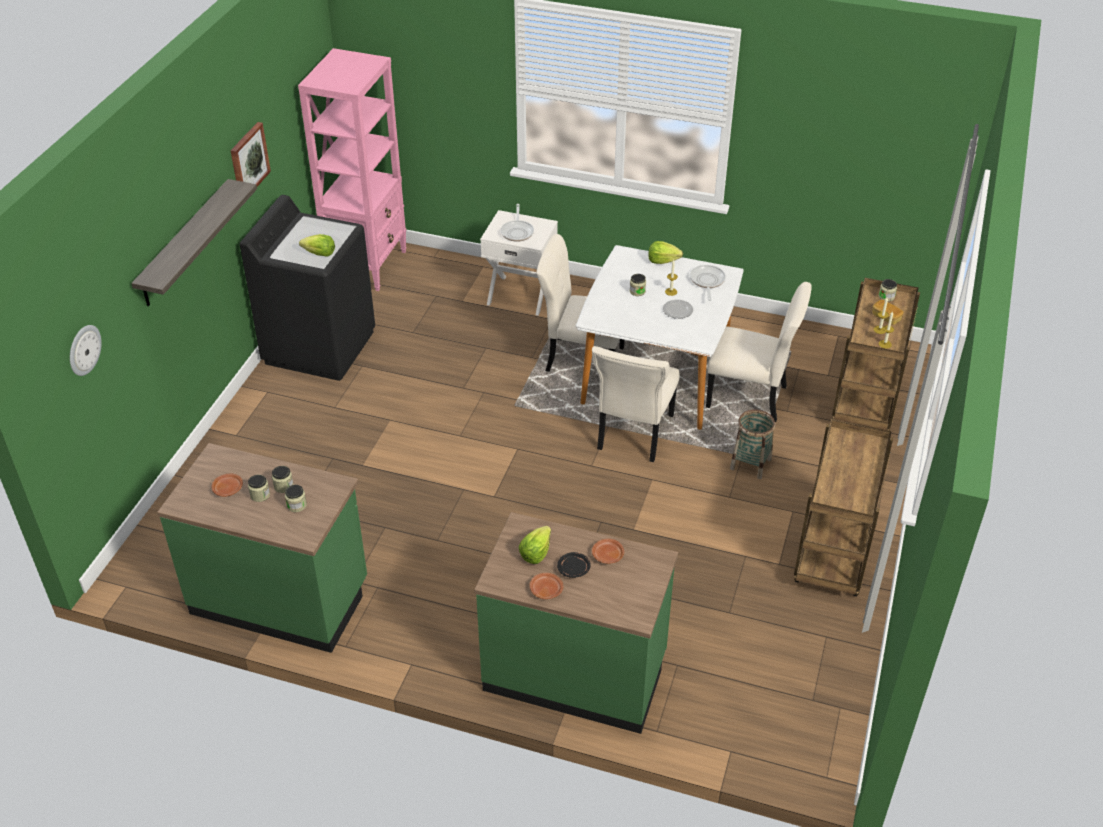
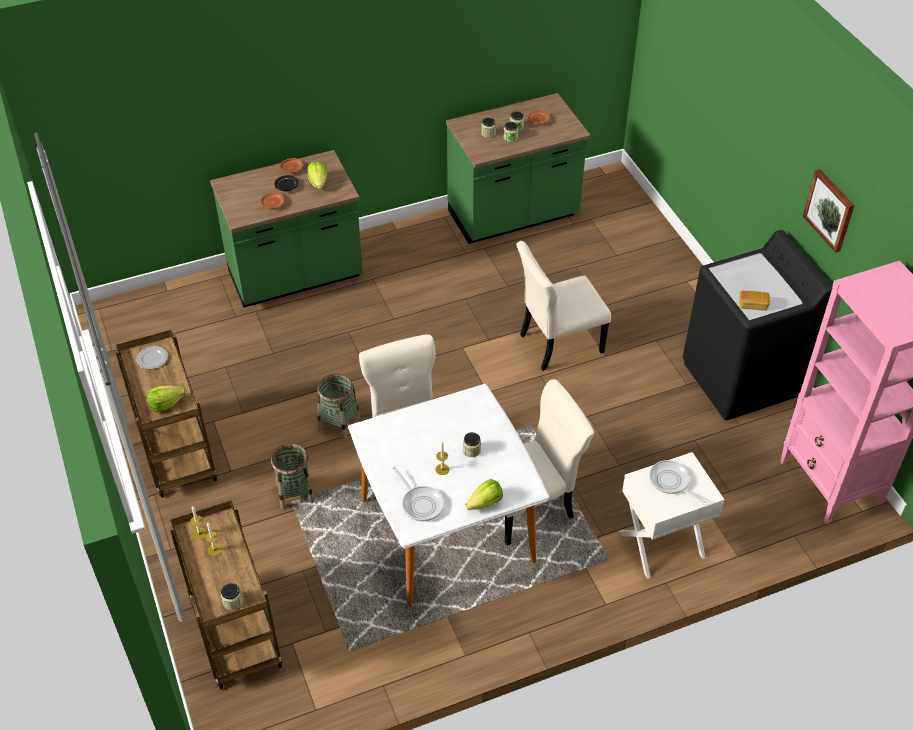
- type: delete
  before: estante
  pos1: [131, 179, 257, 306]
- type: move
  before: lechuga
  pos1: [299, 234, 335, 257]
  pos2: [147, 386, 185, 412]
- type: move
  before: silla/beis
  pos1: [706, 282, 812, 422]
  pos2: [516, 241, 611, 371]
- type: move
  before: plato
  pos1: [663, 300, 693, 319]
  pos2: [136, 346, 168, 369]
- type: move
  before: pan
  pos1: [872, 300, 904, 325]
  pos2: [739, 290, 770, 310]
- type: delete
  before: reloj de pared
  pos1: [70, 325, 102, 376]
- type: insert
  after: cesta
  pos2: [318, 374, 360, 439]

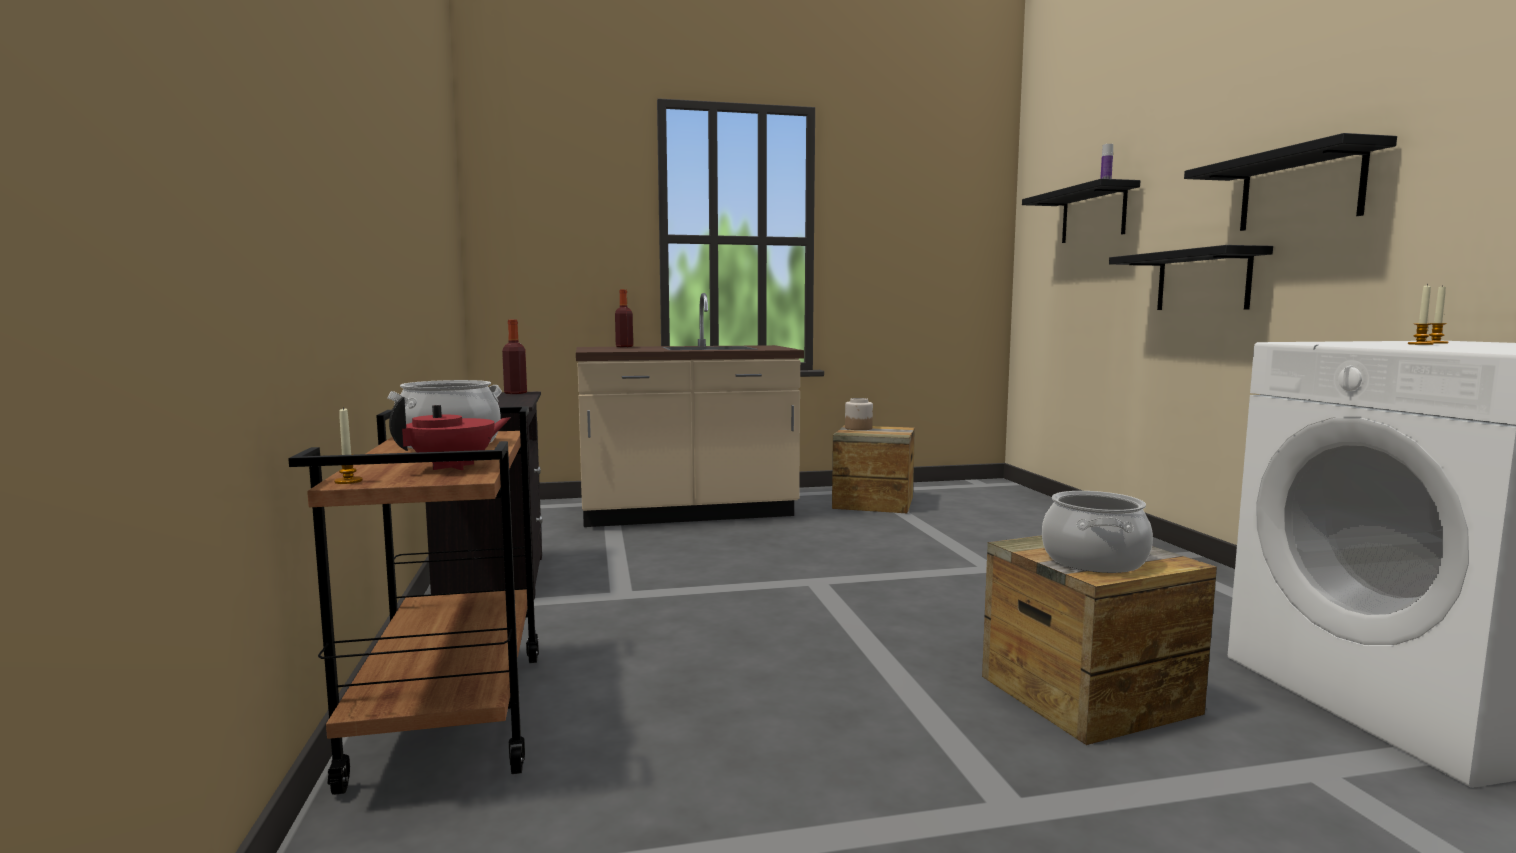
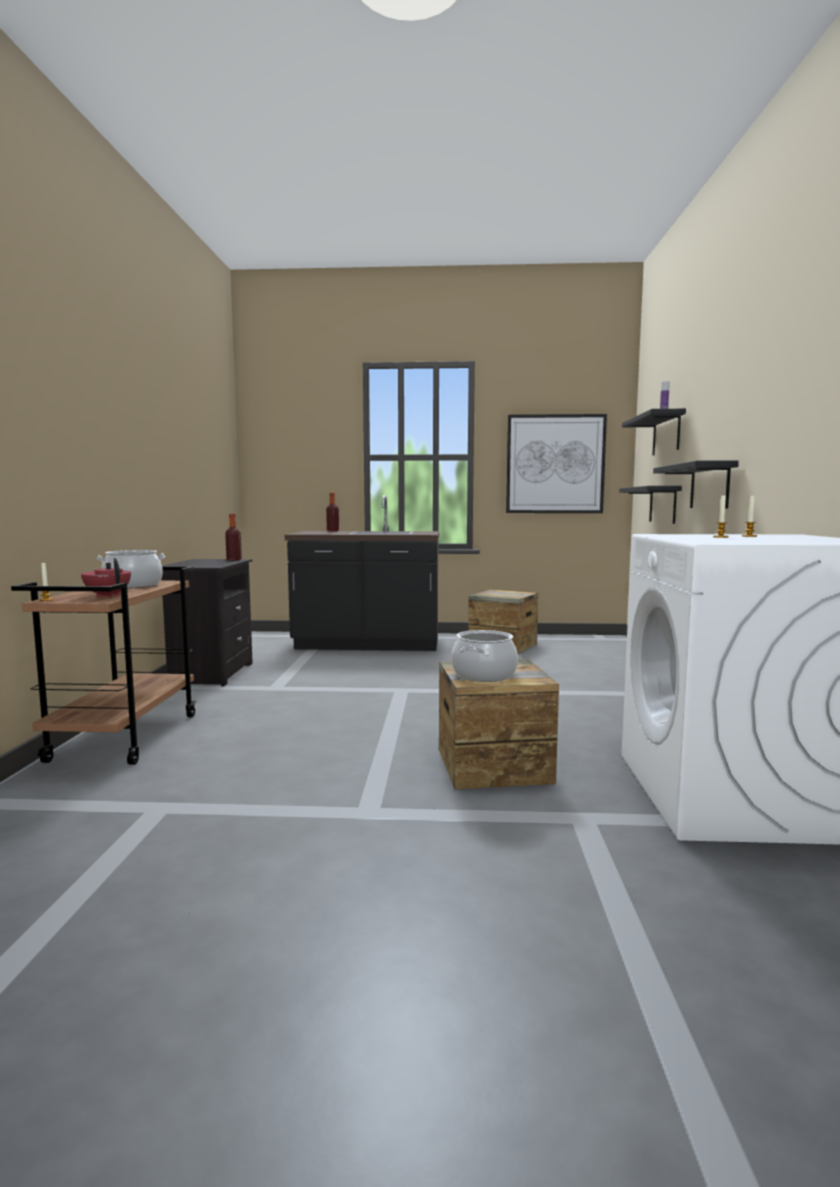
- type: move
  before: estante/negro
  pos1: [1184, 133, 1397, 231]
  pos2: [619, 486, 682, 524]
- type: recolor
  before: mueble bajo de cocina/beis
  after: mueble bajo de cocina/negro
  pos1: [576, 293, 804, 527]
  pos2: [285, 495, 440, 651]
- type: rotate
  before: tetera/rojo
  pos1: [389, 397, 510, 470]
  pos2: [81, 558, 131, 598]
  turn: -105
- type: delete
  before: tarro
  pos1: [845, 398, 873, 430]
- type: insert
  after: cuadro
  pos2: [506, 414, 607, 513]

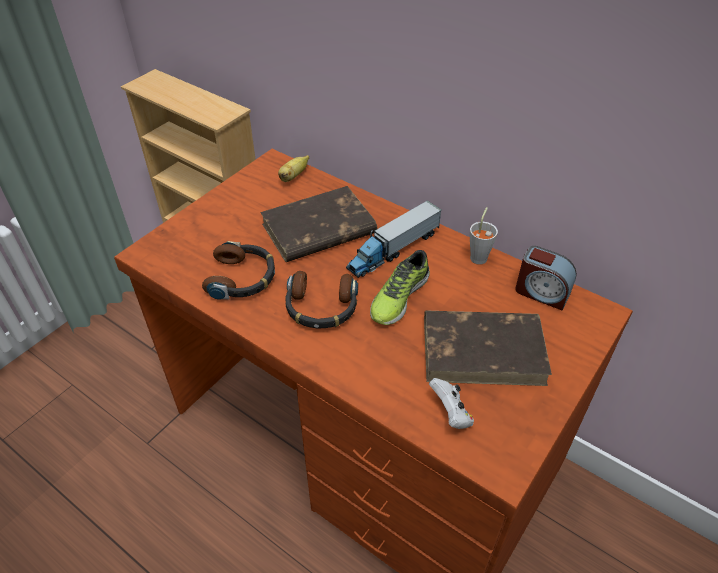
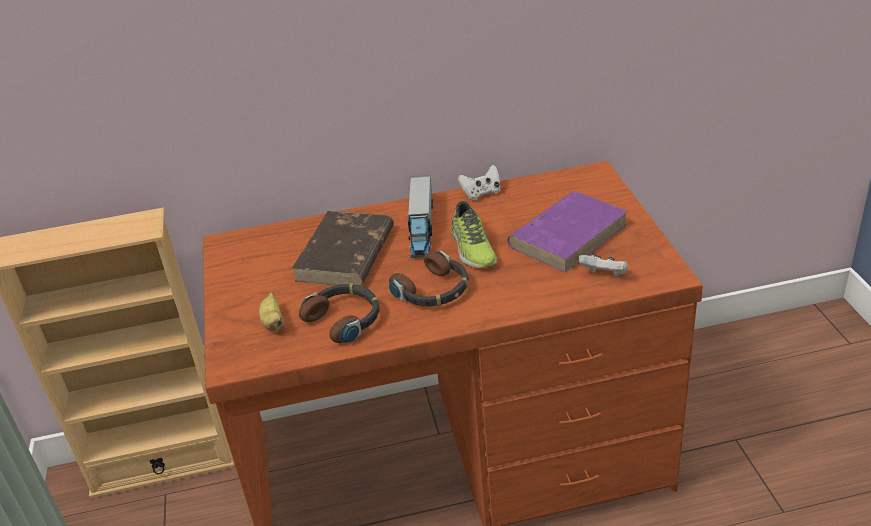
- type: move
  before: plátano
  pos1: [278, 155, 309, 182]
  pos2: [259, 292, 284, 332]
- type: replace
  before: taza/gris
  after: mando de consola/blanco
  pos1: [470, 207, 498, 265]
  pos2: [458, 165, 500, 200]
- type: delete
  before: despertador
  pos1: [515, 246, 577, 310]
- type: recolor
  before: libro/marrón
  after: libro/morado
  pos1: [424, 310, 552, 386]
  pos2: [507, 191, 628, 273]

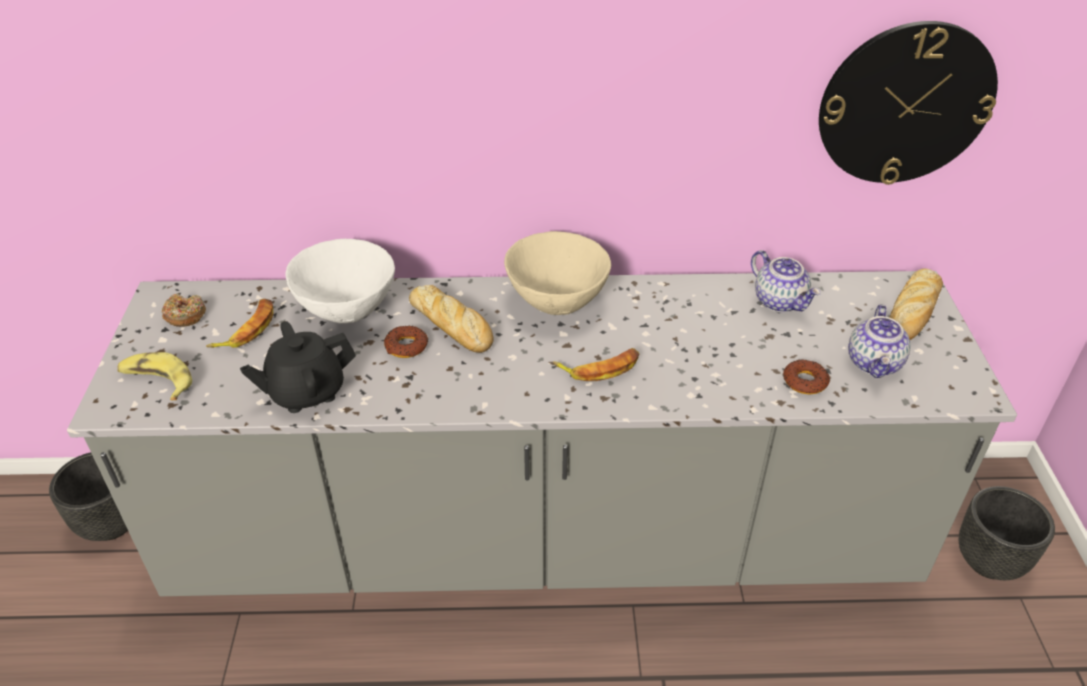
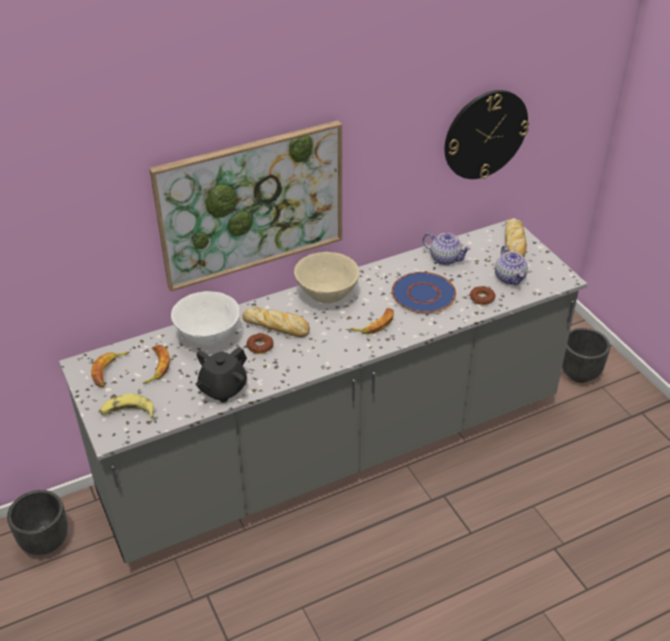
- type: replace
  before: rosquilla
  after: plátano
  pos1: [161, 293, 206, 327]
  pos2: [91, 352, 130, 387]
- type: insert
  after: cuadro
  pos2: [149, 120, 342, 292]
- type: insert
  after: plato/azul
  pos2: [392, 272, 456, 313]

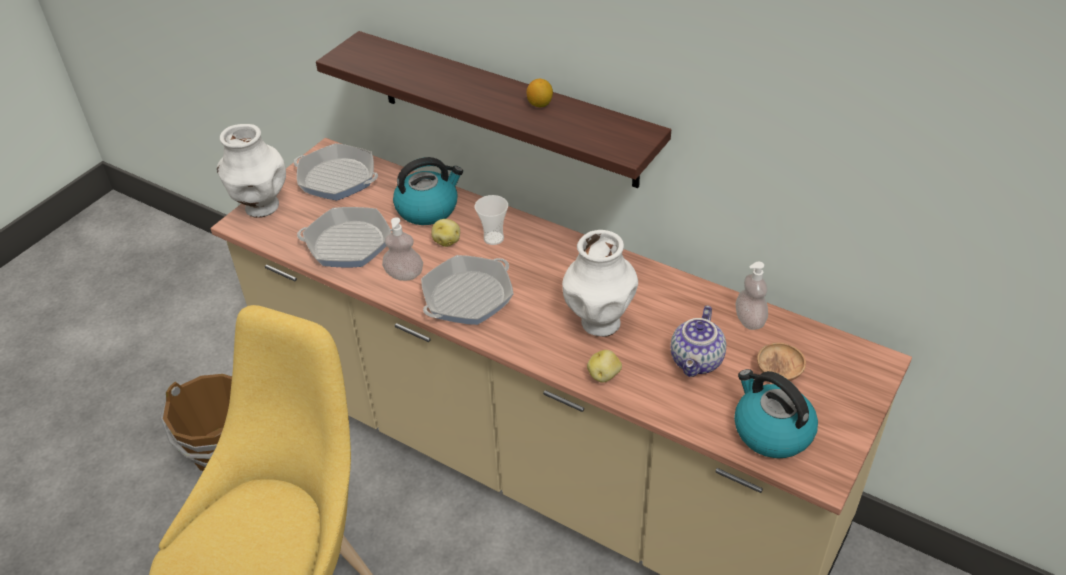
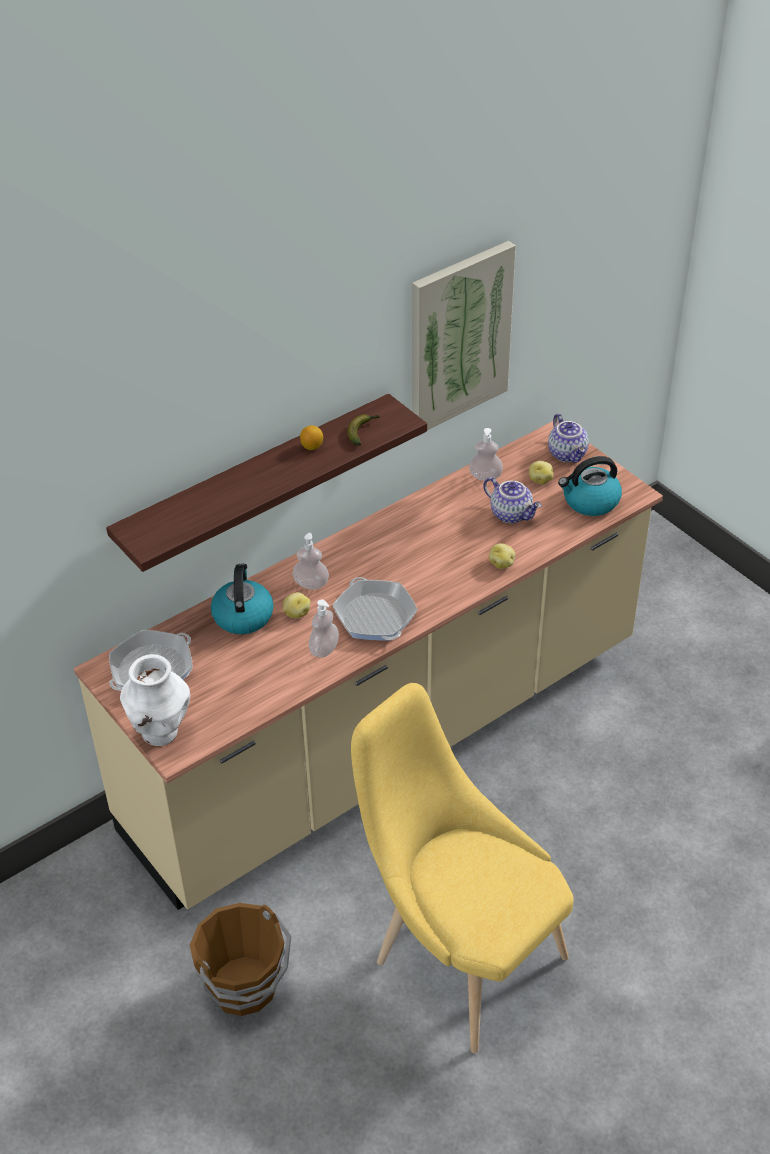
- type: replace
  before: taza
  after: dispensador de jabón
  pos1: [475, 195, 508, 245]
  pos2: [292, 533, 329, 589]
- type: delete
  before: sartén
  pos1: [297, 207, 393, 267]
- type: delete
  before: florero/blanco
  pos1: [562, 230, 638, 337]
- type: replace
  before: cuenco/marrón
  after: patata
  pos1: [757, 342, 806, 381]
  pos2: [529, 461, 553, 484]
- type: insert
  after: cuadro
  pos2: [412, 241, 516, 430]
- type: insert
  after: tetera
  pos2: [548, 413, 589, 463]
- type: insert
  after: plátano
  pos2: [348, 415, 380, 446]

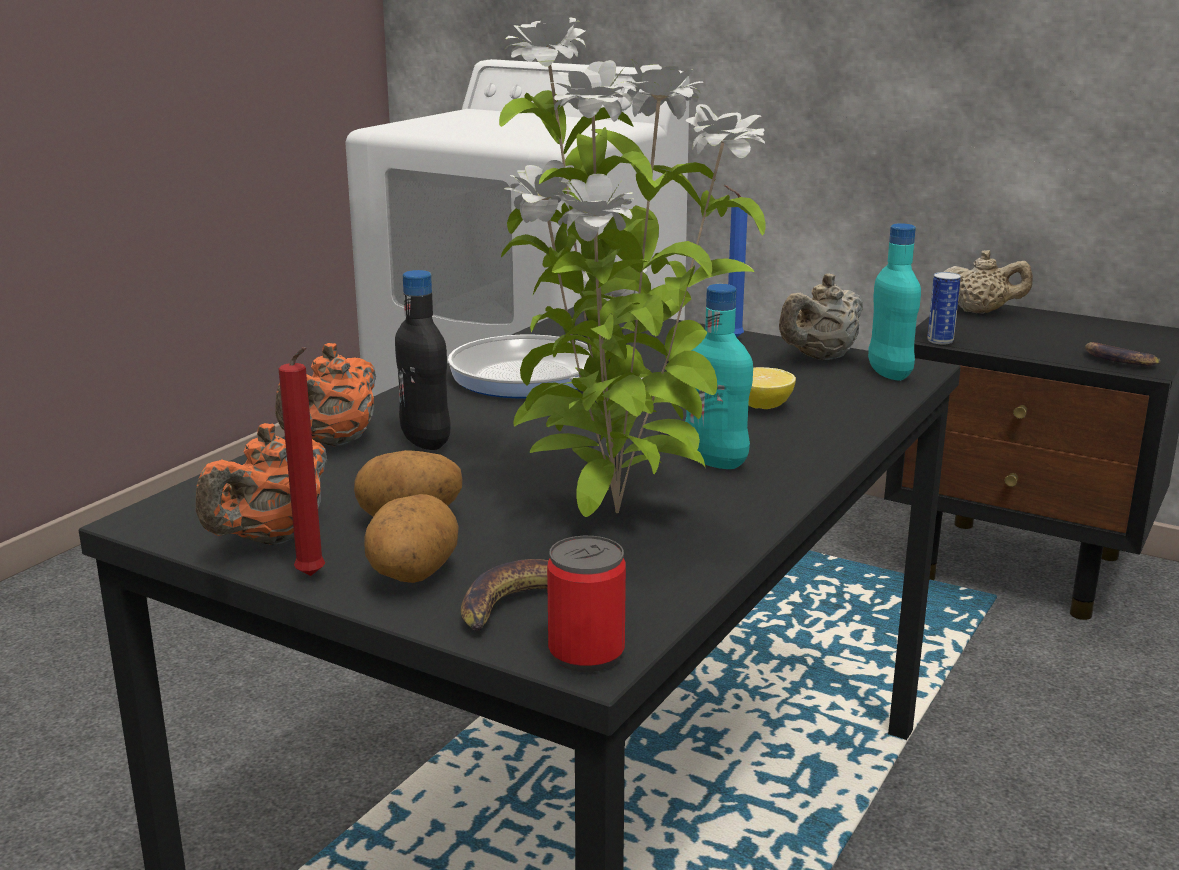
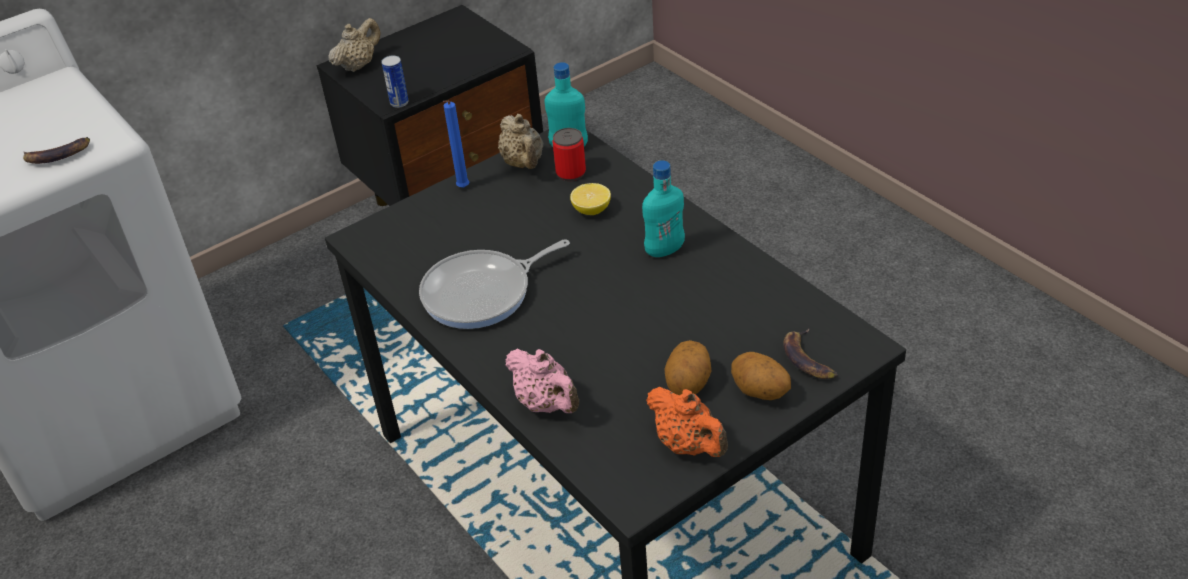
- type: delete
  before: planta en maceta
  pos1: [499, 15, 766, 517]
- type: delete
  before: botella/negro
  pos1: [395, 270, 450, 450]
- type: move
  before: plátano
  pos1: [1085, 342, 1161, 366]
  pos2: [23, 137, 90, 164]
- type: recolor
  before: tetera/naranja
  after: tetera/rosa
  pos1: [275, 343, 376, 446]
  pos2: [505, 349, 579, 413]
- type: delete
  before: vela/rojo
  pos1: [279, 347, 325, 576]
- type: move
  before: lata
  pos1: [547, 536, 626, 672]
  pos2: [552, 128, 586, 181]

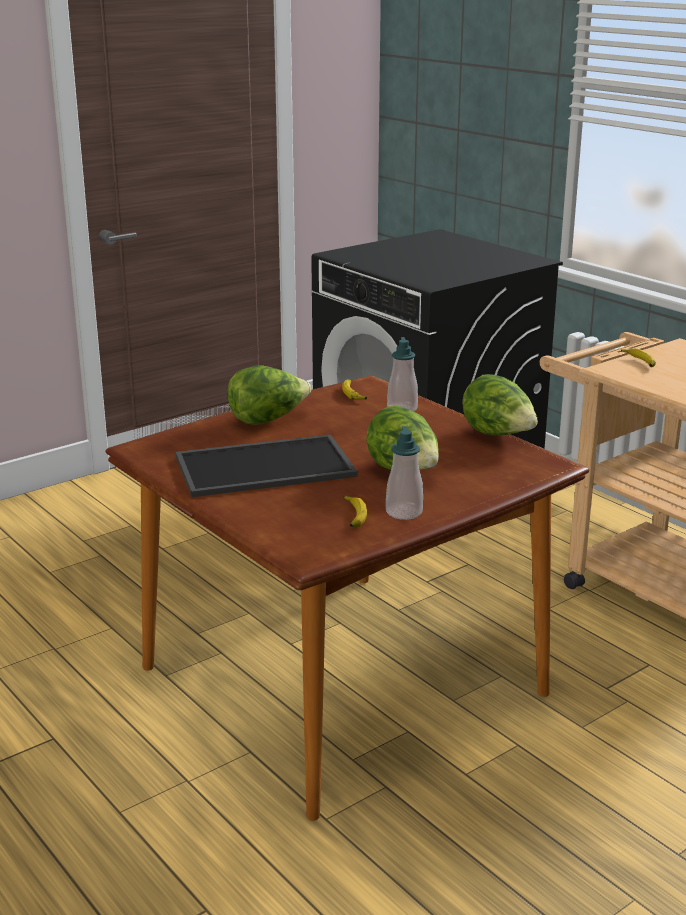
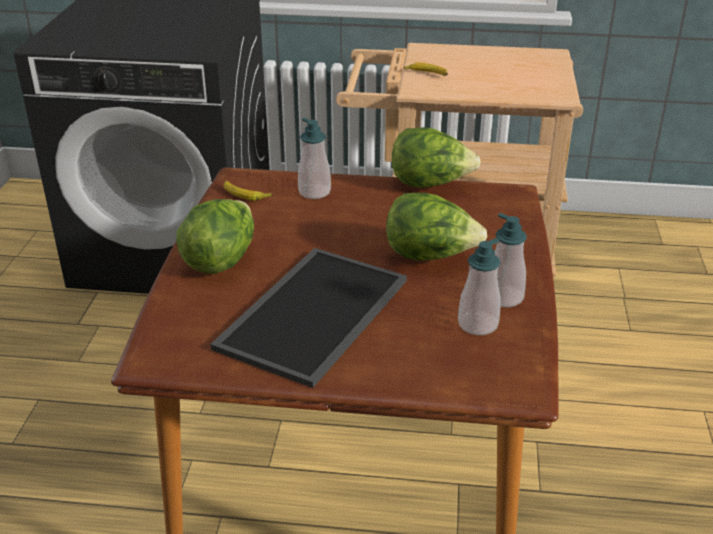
- type: replace
  before: plátano
  after: dispensador de jabón
  pos1: [343, 496, 367, 528]
  pos2: [458, 238, 501, 335]

